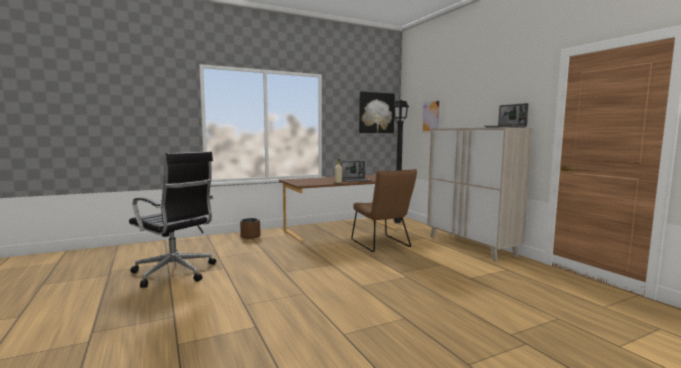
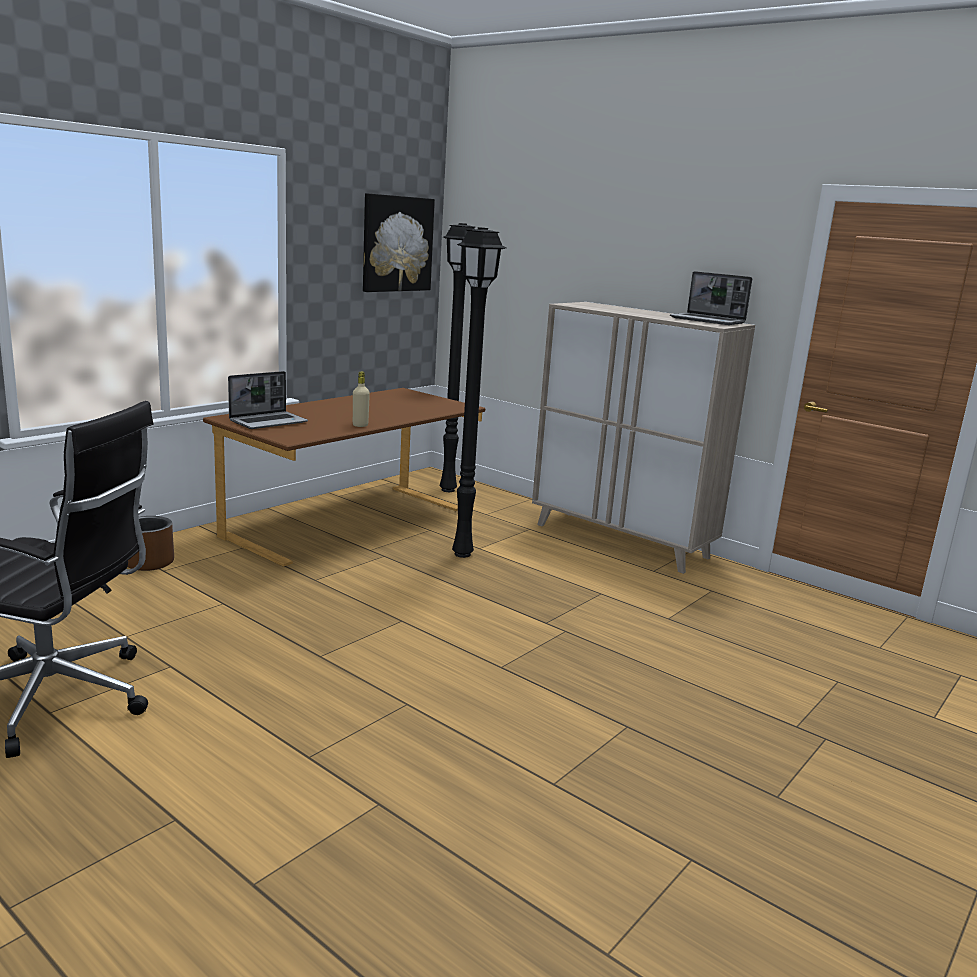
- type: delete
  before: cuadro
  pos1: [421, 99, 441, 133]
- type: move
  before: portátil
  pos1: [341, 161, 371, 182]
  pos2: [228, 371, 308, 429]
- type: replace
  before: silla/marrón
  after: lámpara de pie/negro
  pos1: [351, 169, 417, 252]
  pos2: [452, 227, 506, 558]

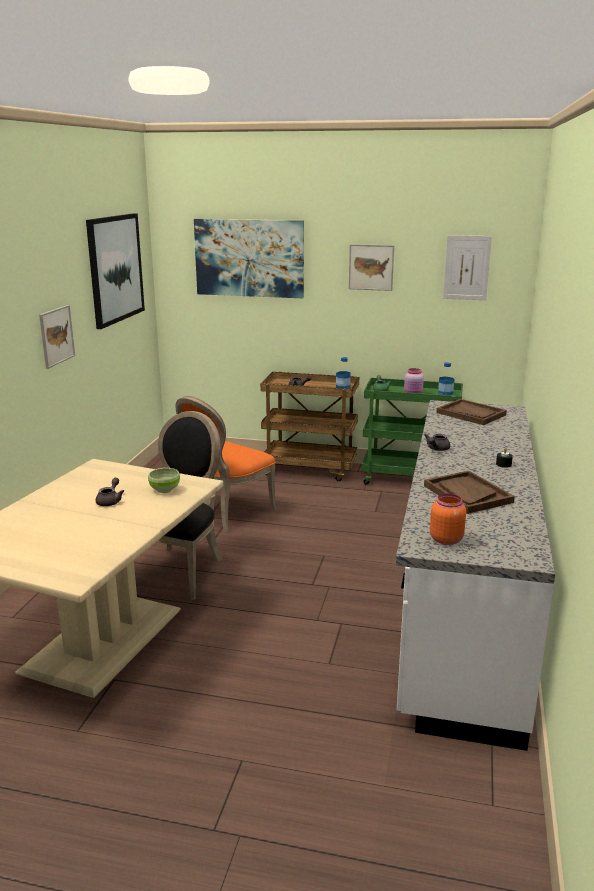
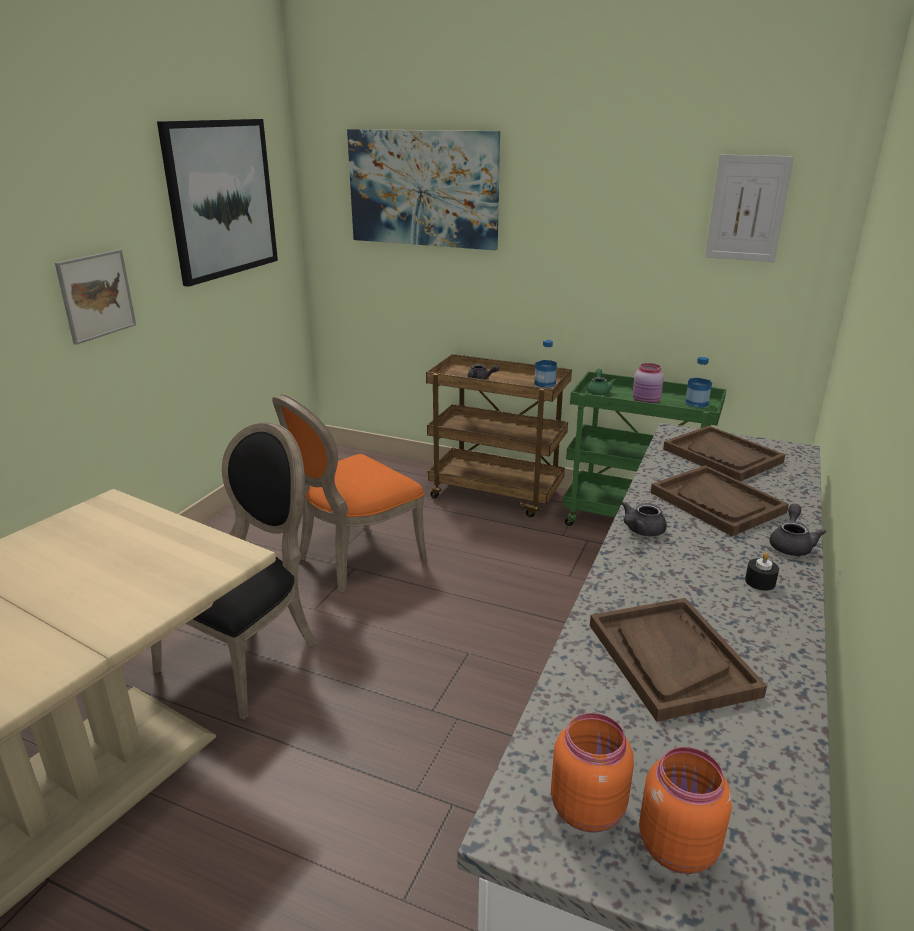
- type: delete
  before: cuadro
  pos1: [349, 244, 394, 291]
- type: delete
  before: cuenco/verde
  pos1: [148, 468, 180, 493]
- type: move
  before: tetera/gris
  pos1: [96, 478, 124, 506]
  pos2: [770, 504, 826, 556]
- type: insert
  after: bandeja/marrón
  pos2: [650, 465, 789, 536]
- type: insert
  after: tarro/naranja
  pos2: [639, 747, 732, 874]

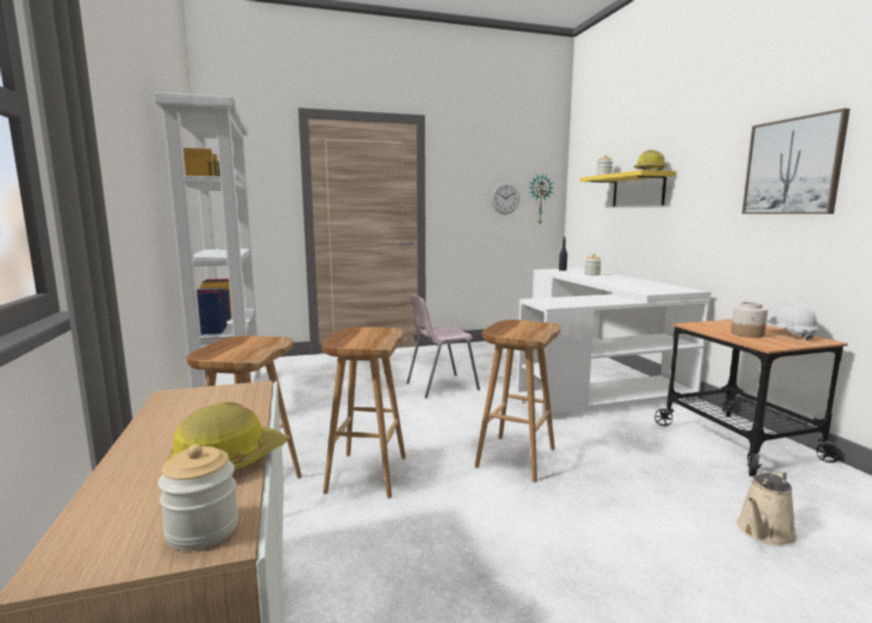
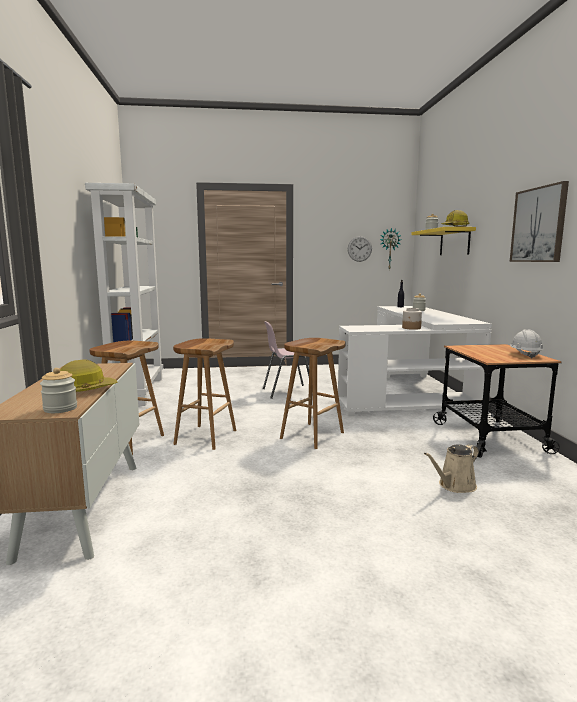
- type: move
  before: tarro
  pos1: [731, 302, 768, 338]
  pos2: [402, 308, 422, 330]

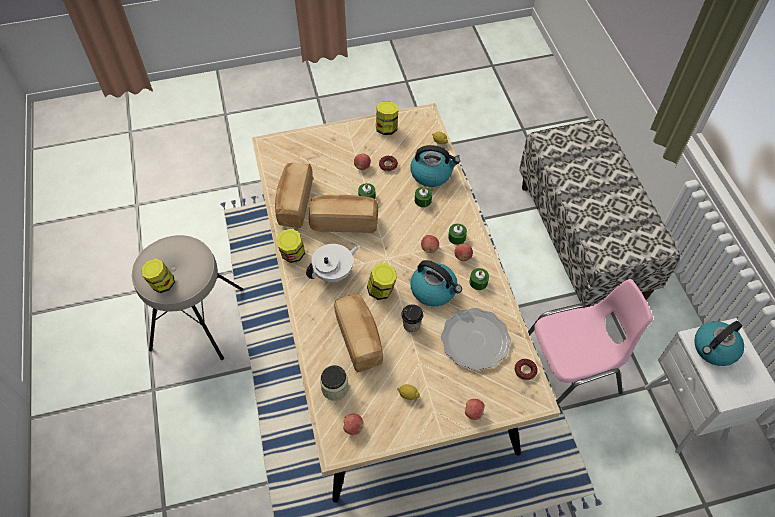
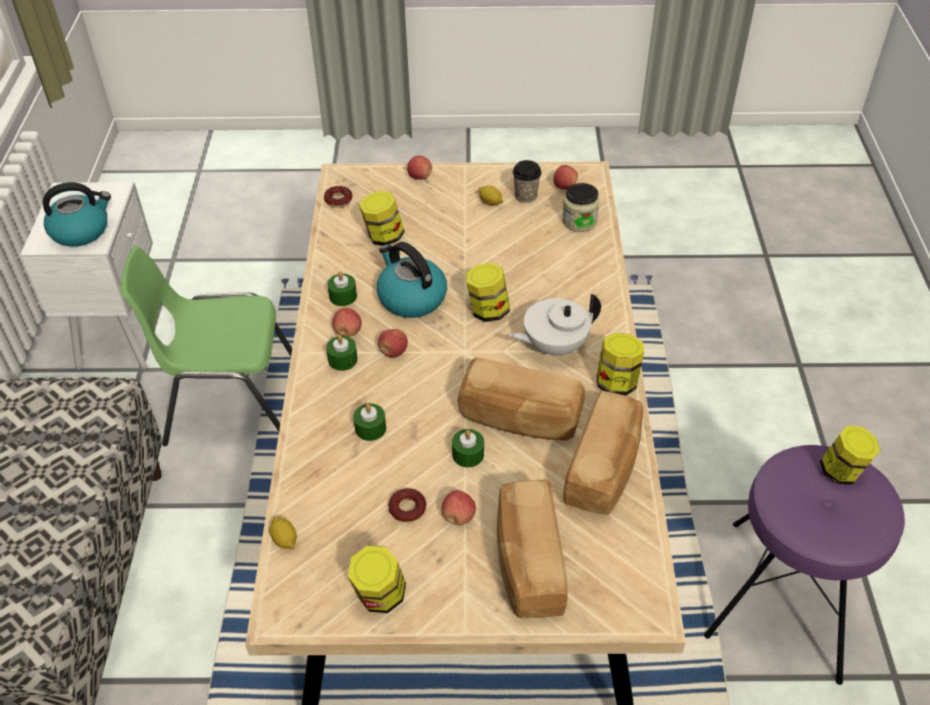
- type: delete
  before: hervidor
  pos1: [410, 145, 460, 187]
- type: recolor
  before: taburete/beis
  after: taburete/morado
  pos1: [132, 235, 243, 360]
  pos2: [704, 445, 905, 685]
- type: recolor
  before: silla/rosa
  after: silla/verde
  pos1: [528, 279, 653, 405]
  pos2: [120, 246, 292, 446]
- type: move
  before: pan
  pos1: [334, 294, 383, 372]
  pos2: [497, 479, 568, 618]
- type: move
  before: taza
  pos1: [401, 304, 423, 333]
  pos2: [513, 160, 541, 203]
- type: replace
  before: plato
  after: tarro
  pos1: [441, 308, 511, 371]
  pos2: [359, 191, 405, 246]

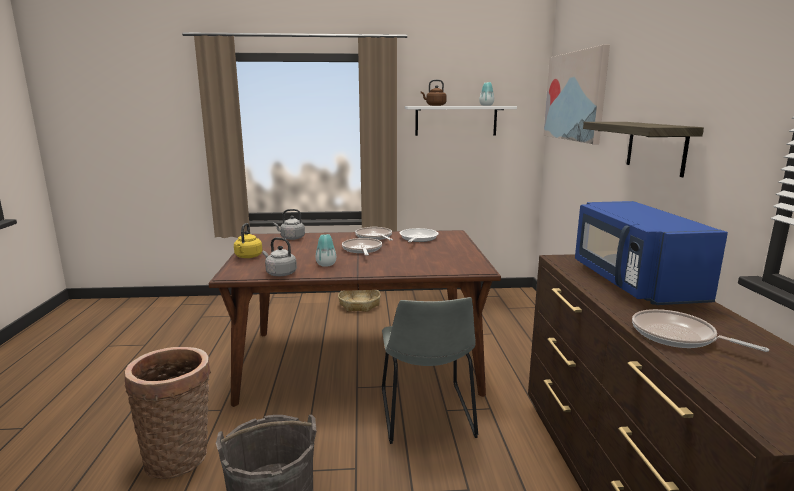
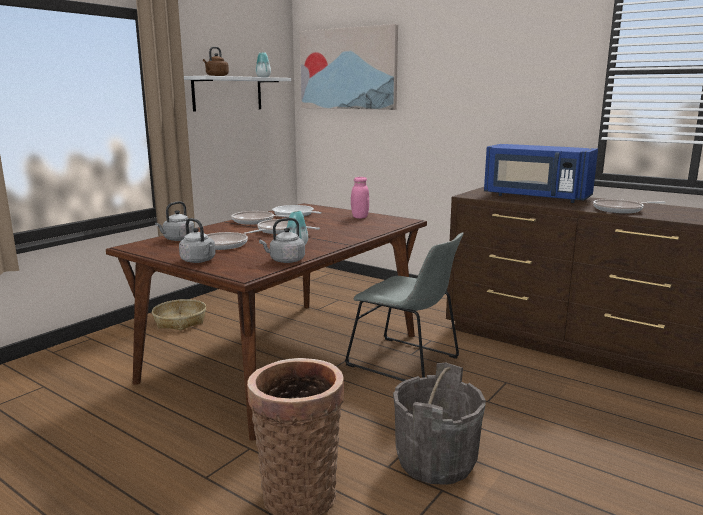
- type: delete
  before: estante
  pos1: [583, 122, 704, 177]
- type: recolor
  before: hervidor/amarillo
  after: hervidor/gris
  pos1: [234, 223, 263, 258]
  pos2: [179, 218, 216, 263]
- type: insert
  after: tarro/rosa
  pos2: [351, 177, 369, 218]
- type: insert
  after: sartén
  pos2: [207, 229, 266, 250]

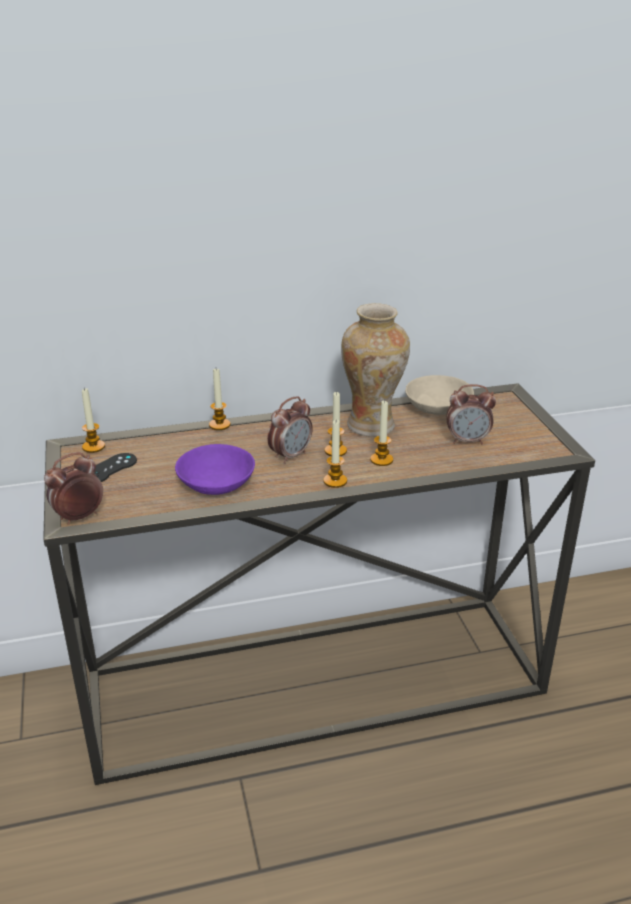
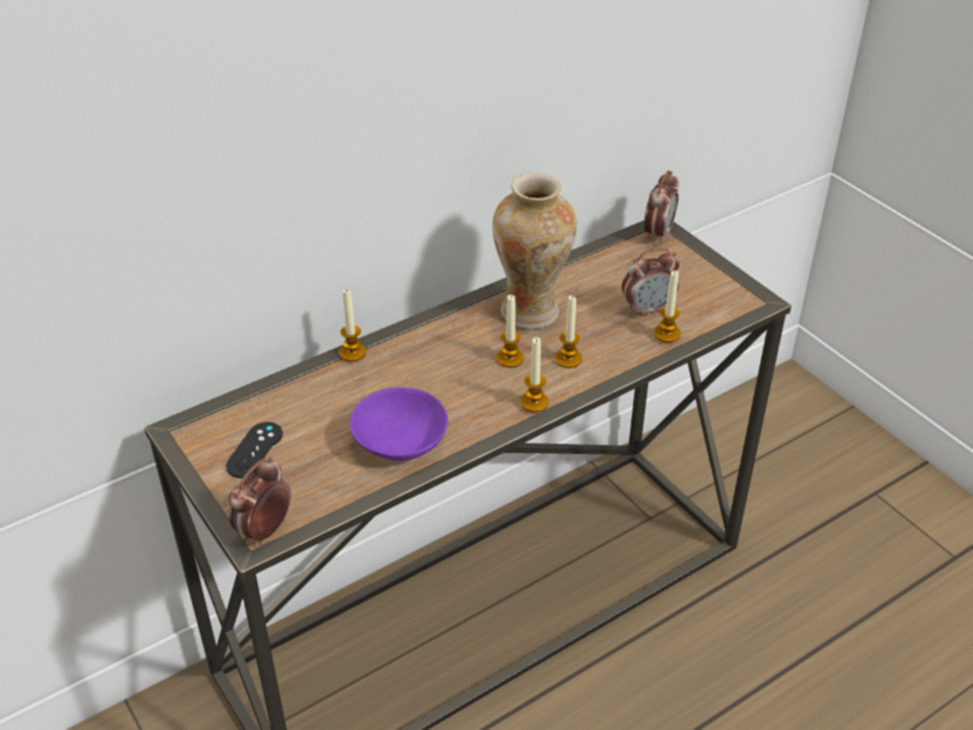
- type: delete
  before: cuenco/beis
  pos1: [405, 375, 474, 415]
- type: move
  before: vela
  pos1: [82, 387, 105, 453]
  pos2: [654, 270, 681, 343]
- type: move
  before: despertador
  pos1: [267, 396, 313, 464]
  pos2: [644, 170, 679, 243]

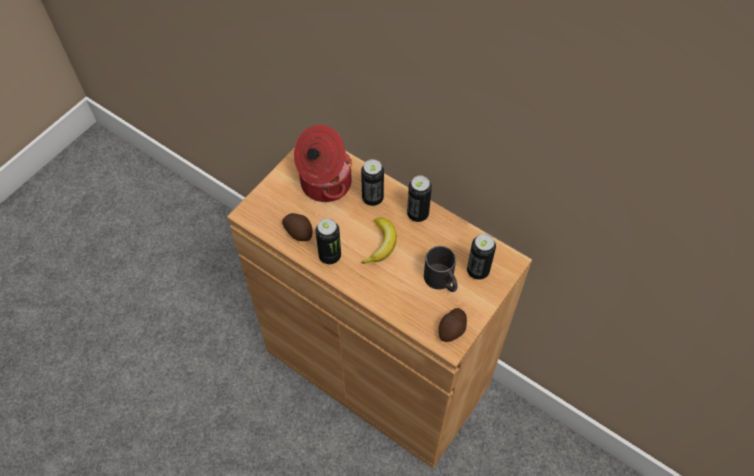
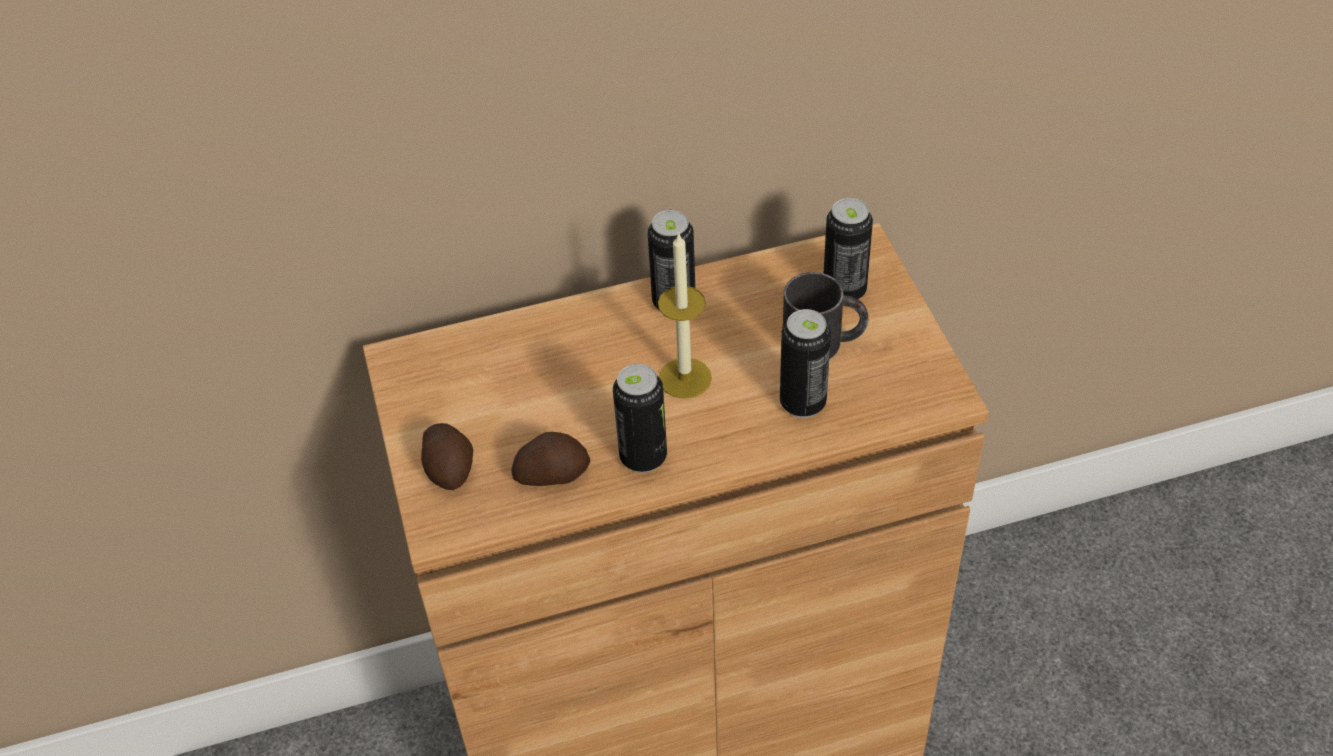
- type: delete
  before: olla
  pos1: [294, 125, 352, 202]
- type: move
  before: lata
  pos1: [361, 159, 384, 206]
  pos2: [780, 309, 831, 418]
- type: replace
  before: plátano
  after: vela
  pos1: [361, 217, 397, 264]
  pos2: [658, 232, 712, 399]
- type: move
  before: patata
  pos1: [438, 308, 467, 342]
  pos2: [421, 423, 473, 490]

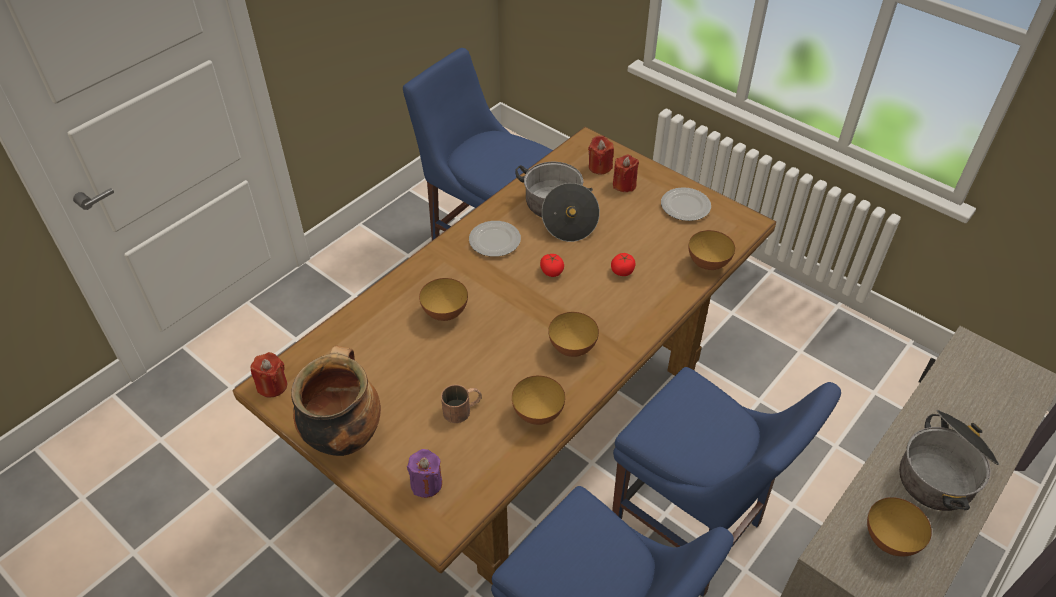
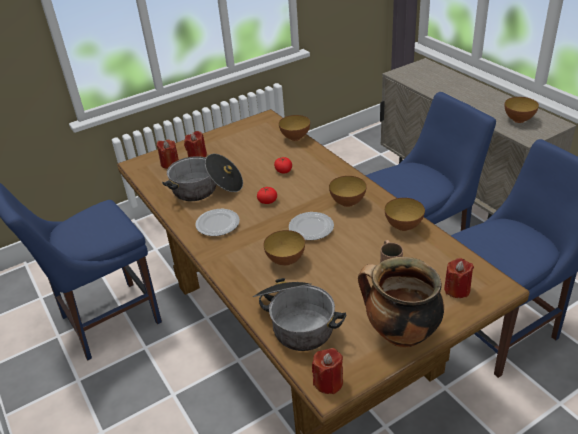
- type: move
  before: plato
  pos1: [661, 187, 711, 221]
  pos2: [289, 212, 334, 240]
- type: move
  before: olla
  pos1: [899, 410, 999, 511]
  pos2: [253, 278, 347, 351]
- type: recolor
  before: vela/morado
  after: vela/rojo
  pos1: [407, 449, 442, 498]
  pos2: [444, 258, 474, 298]

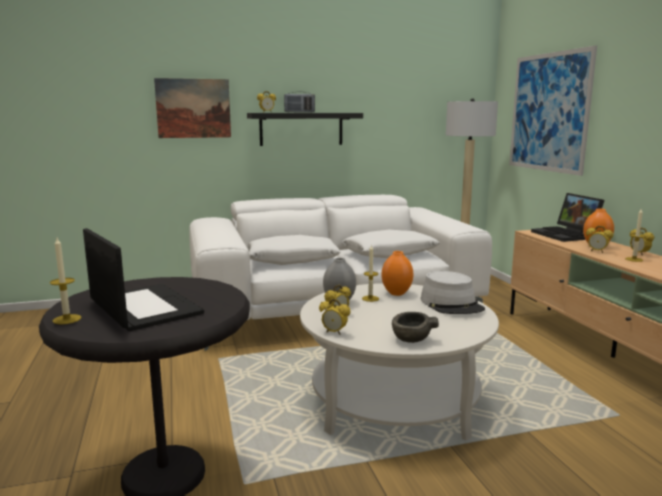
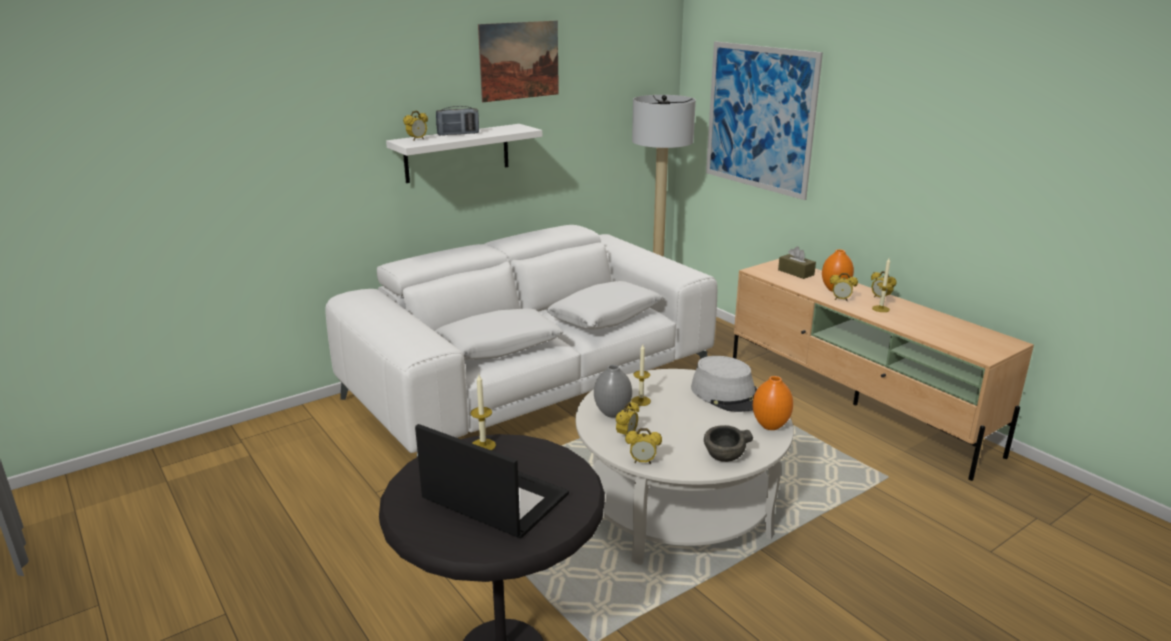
- type: move
  before: cuadro
  pos1: [154, 78, 231, 138]
  pos2: [478, 21, 559, 102]
- type: recolor
  before: estante/negro
  after: estante/blanco
  pos1: [247, 113, 363, 146]
  pos2: [386, 124, 542, 183]
- type: replace
  before: portátil
  after: caja de pañuelos/marrón
  pos1: [531, 193, 605, 242]
  pos2: [778, 247, 816, 279]
- type: move
  before: vela
  pos1: [50, 238, 82, 324]
  pos2: [470, 375, 496, 451]
- type: move
  before: florero/naranja
  pos1: [382, 251, 413, 296]
  pos2: [753, 376, 793, 430]

